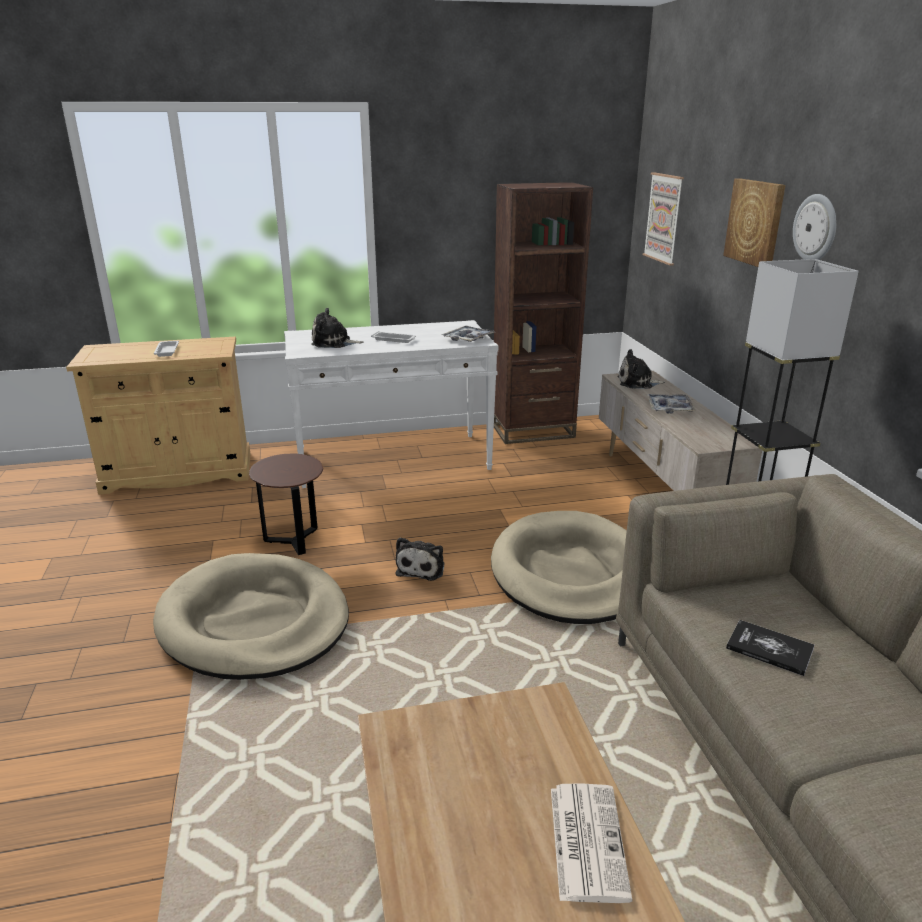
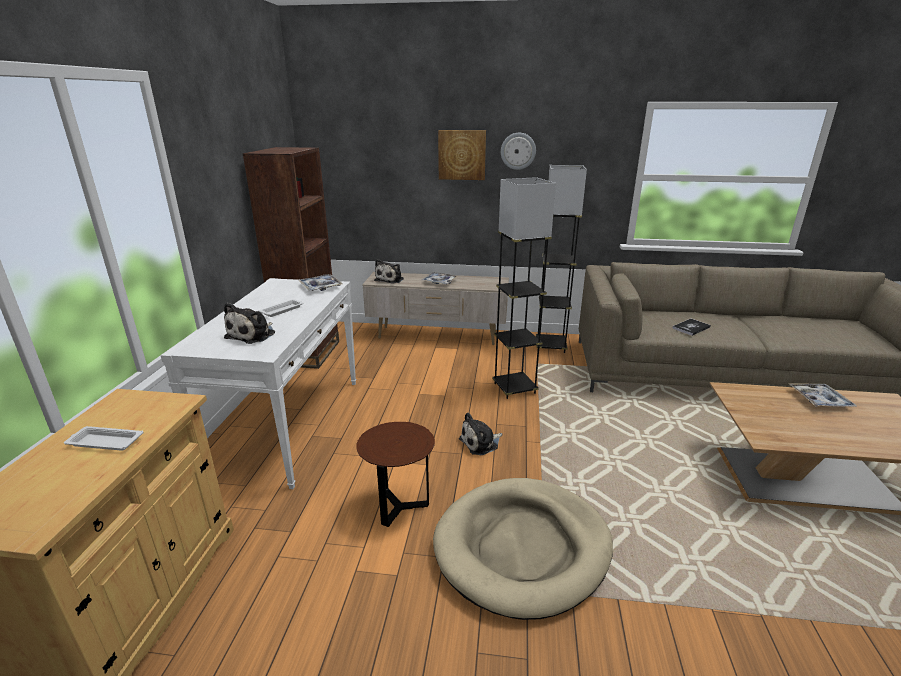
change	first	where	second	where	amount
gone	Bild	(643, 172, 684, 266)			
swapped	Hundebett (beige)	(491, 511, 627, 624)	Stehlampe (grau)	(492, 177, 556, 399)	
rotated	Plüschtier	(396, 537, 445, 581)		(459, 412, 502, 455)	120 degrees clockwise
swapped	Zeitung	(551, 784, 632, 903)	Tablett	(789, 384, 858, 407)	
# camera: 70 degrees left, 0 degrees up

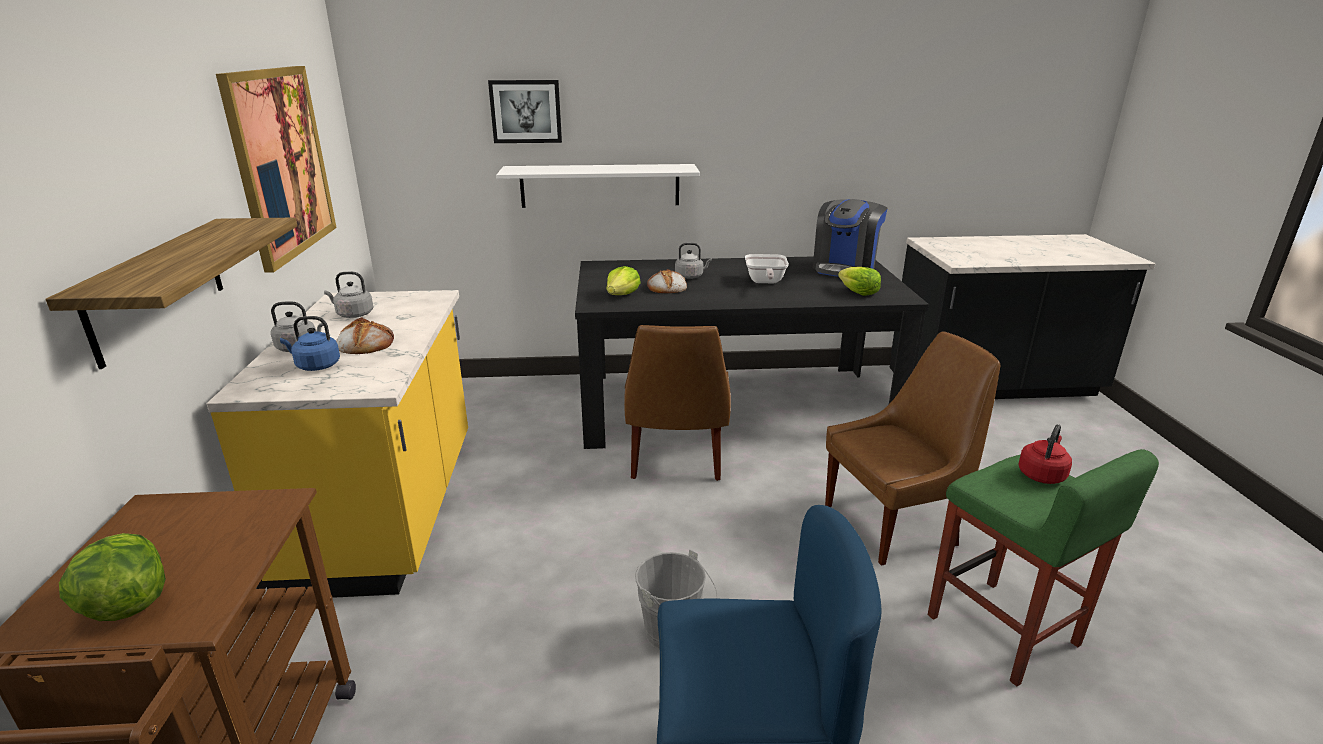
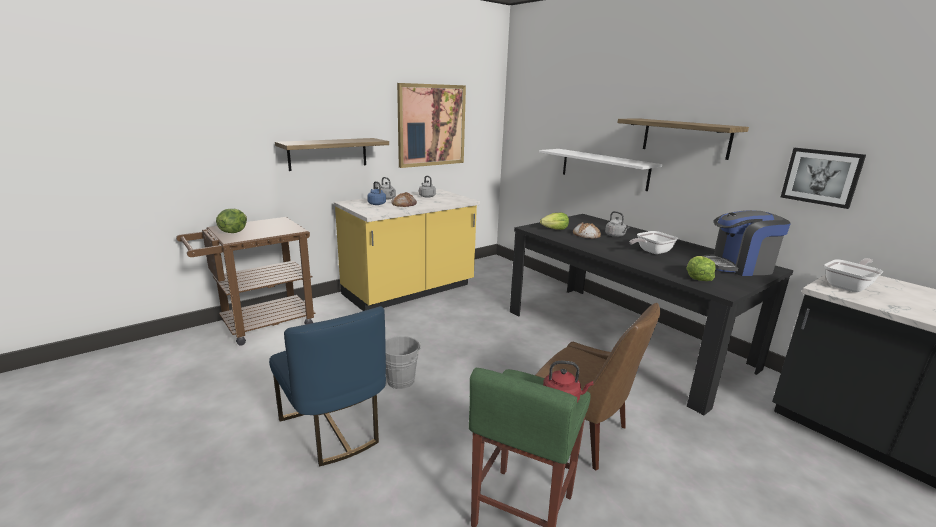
change	first	where	second	where	amount
shifted	Bild	(488, 80, 562, 143)		(781, 148, 866, 209)	
gone	Stuhl (braun)	(624, 325, 731, 481)			
new			Wandregal	(618, 118, 749, 160)	
new			Pfanne	(824, 258, 883, 292)	
# camera: 55 degrees right, 5 degrees down

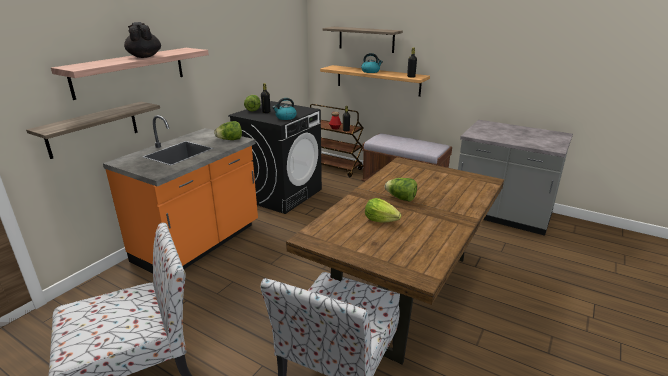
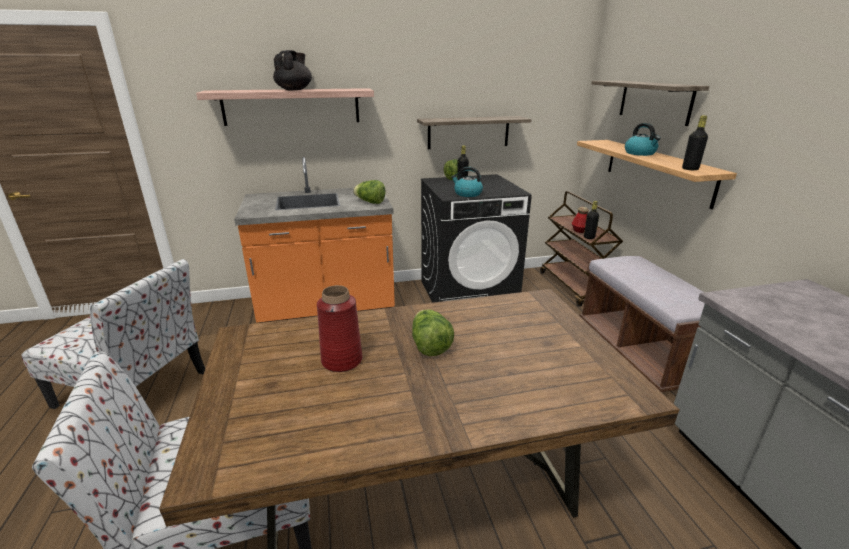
change	first	where	second	where	amount
shifted	Wandregal	(26, 102, 160, 159)		(417, 116, 532, 149)	
swapped	Salatkopf	(365, 198, 401, 223)	Vase (rot)	(317, 285, 362, 372)	
# camera: 45 degrees right, 0 degrees up

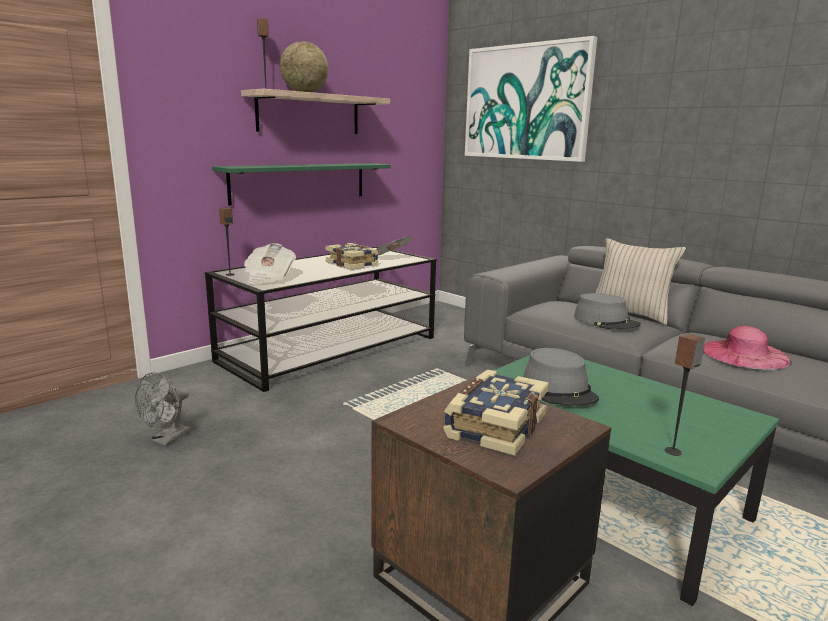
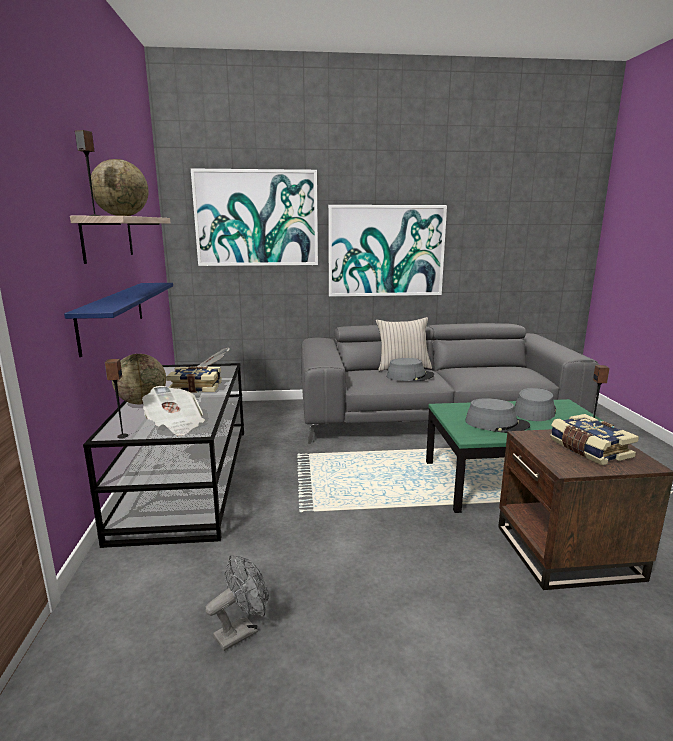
change	first	where	second	where	amount
repainted	Wandregal (grün)	(212, 163, 391, 206)	Wandregal (blau)	(64, 283, 173, 357)	
gone	Hut (rosa)	(703, 326, 792, 370)			
rotated	Ventilator (grau)	(134, 372, 191, 446)		(205, 555, 269, 651)	105 degrees counterclockwise
new			Bild	(328, 205, 447, 296)	
new			Globus	(112, 354, 166, 404)	
new			Hut (grau)	(514, 388, 556, 421)	
# camera: 50 degrees left, 0 degrees up

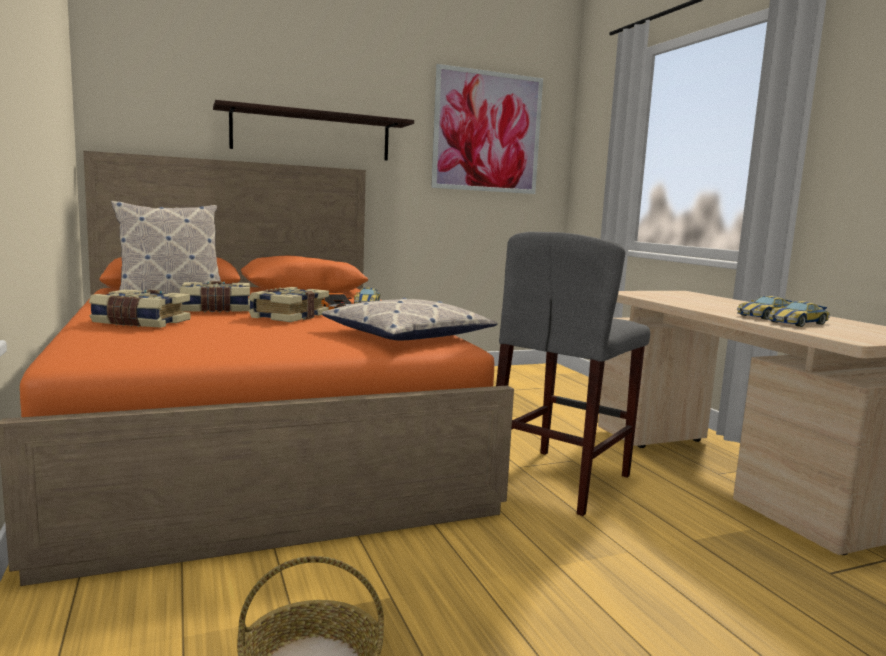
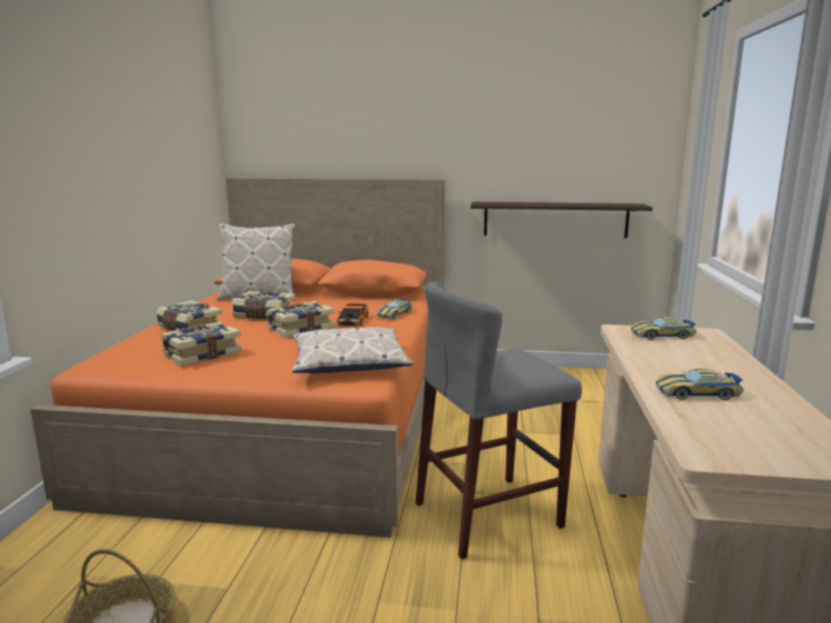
change	first	where	second	where	amount
gone	Bild	(431, 64, 543, 194)			
shifted	Wandregal	(213, 100, 414, 161)		(471, 202, 653, 238)	
shifted	Spielzeugauto	(768, 301, 830, 327)		(631, 317, 697, 340)	
new			Buch	(161, 322, 242, 366)	
# camera: 30 degrees right, 5 degrees up

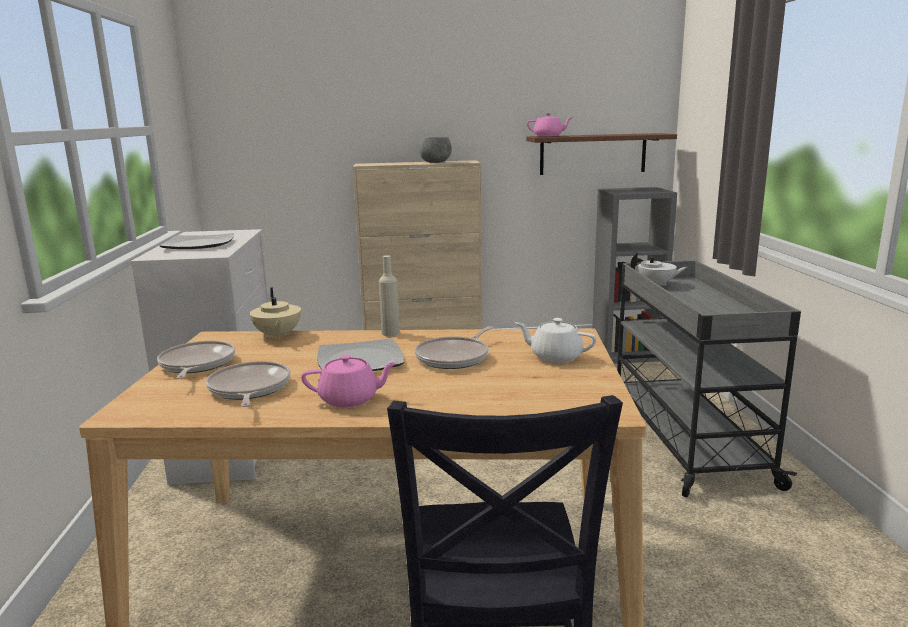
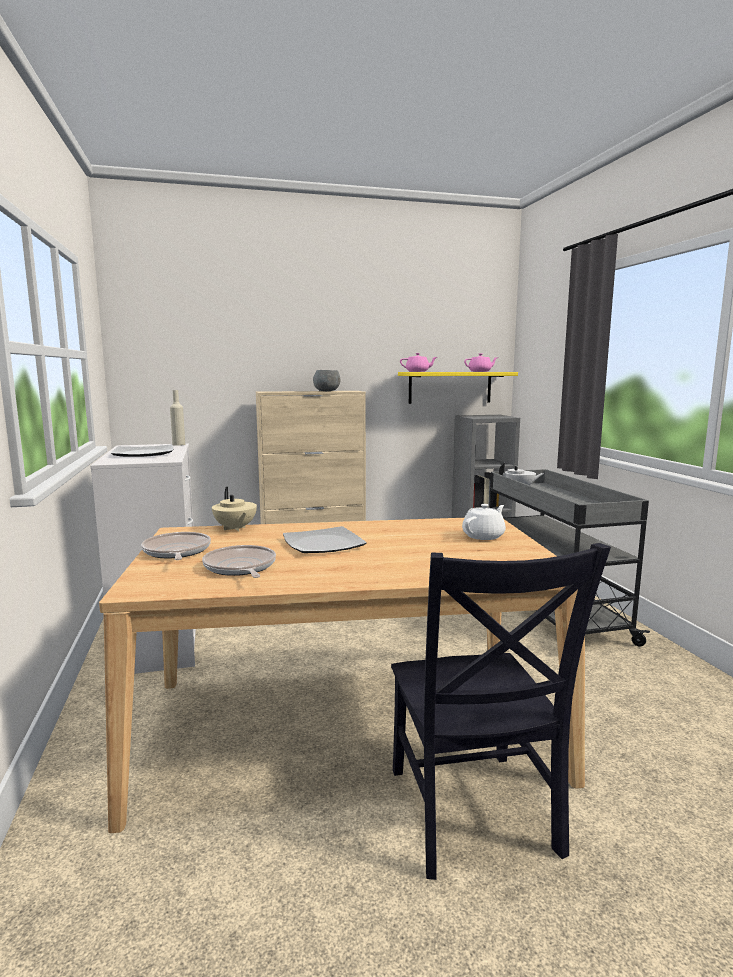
change	first	where	second	where	amount
repainted	Wandregal (braun)	(526, 133, 677, 175)	Wandregal (gelb)	(398, 372, 518, 404)	
shifted	Flasche (beige)	(379, 255, 400, 336)		(170, 390, 185, 446)	
rotated	Teekanne (weiß)	(515, 318, 596, 363)		(462, 504, 506, 540)	120 degrees clockwise
gone	Pfanne	(415, 326, 493, 369)			
shifted	Teekanne (rosa)	(301, 355, 398, 407)		(464, 353, 498, 372)	
# camera: 10 degrees left, 5 degrees down

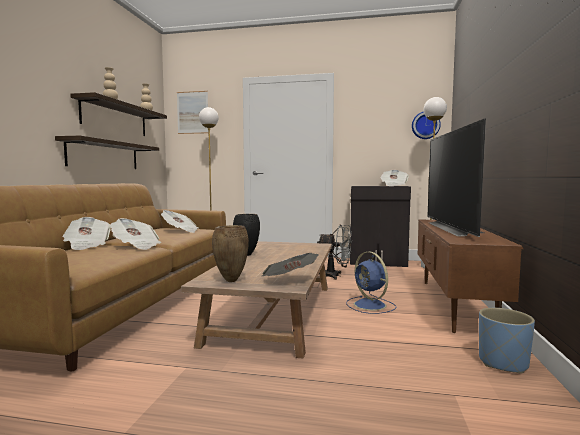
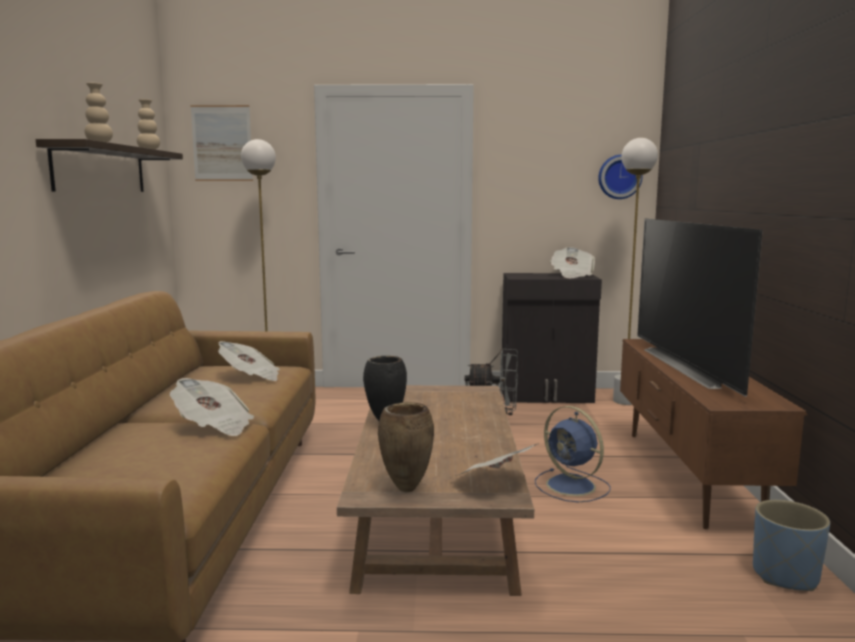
change	first	where	second	where	amount
gone	Wandregal	(55, 135, 159, 169)			
gone	Zeitung	(62, 217, 111, 250)			
# camera: 10 degrees left, 5 degrees up

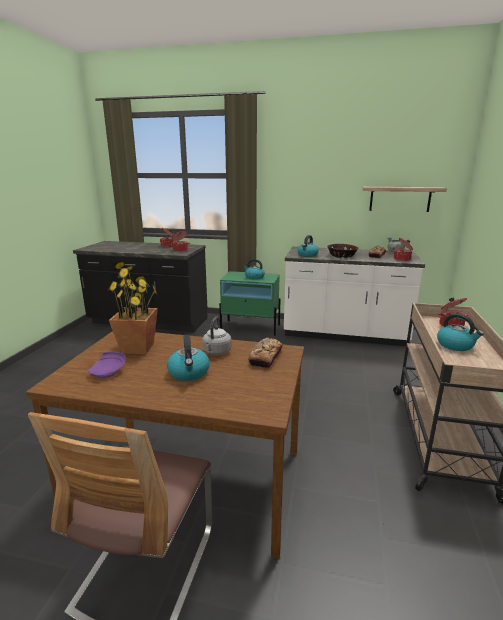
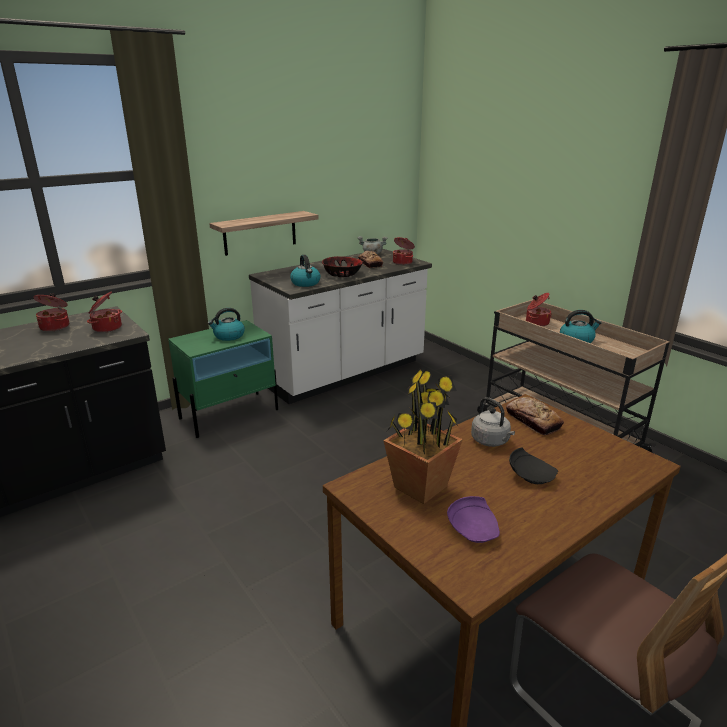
change	first	where	second	where	amount
shifted	Wandregal	(362, 187, 447, 212)		(209, 211, 319, 256)	
swapped	Wasserkessel	(167, 334, 210, 381)	Teller (schwarz)	(509, 447, 558, 484)	
# camera: 50 degrees left, 5 degrees up

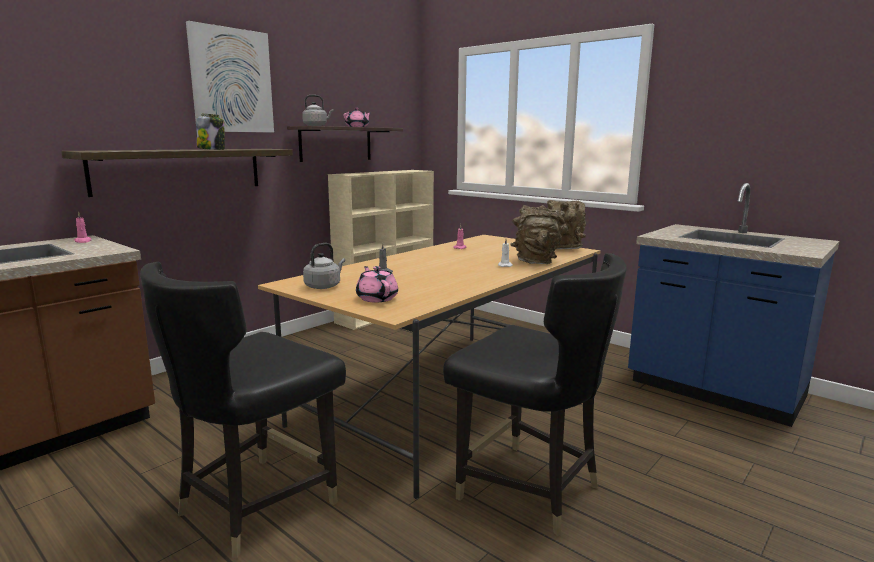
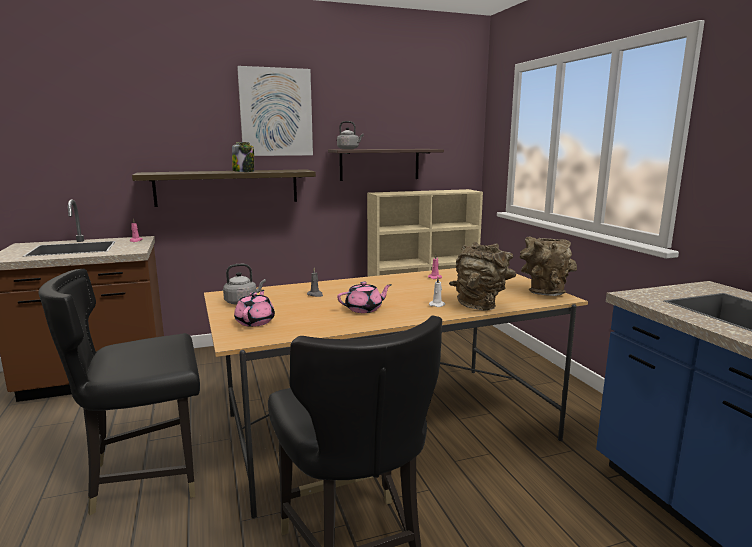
change	first	where	second	where	amount
shifted	Teekanne (rosa)	(343, 108, 370, 127)		(337, 281, 392, 313)	
# camera: 30 degrees right, 0 degrees up

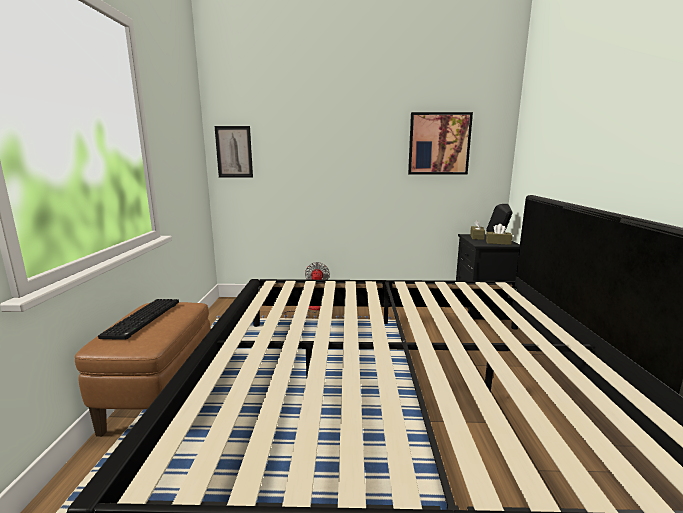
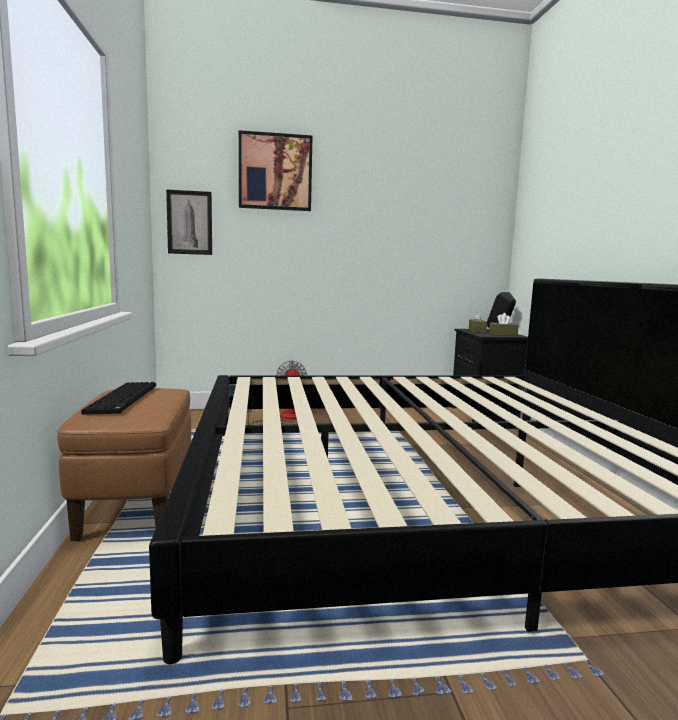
change	first	where	second	where	amount
shifted	Bild	(408, 112, 473, 175)		(239, 130, 312, 211)	
# camera: 10 degrees left, 5 degrees down

